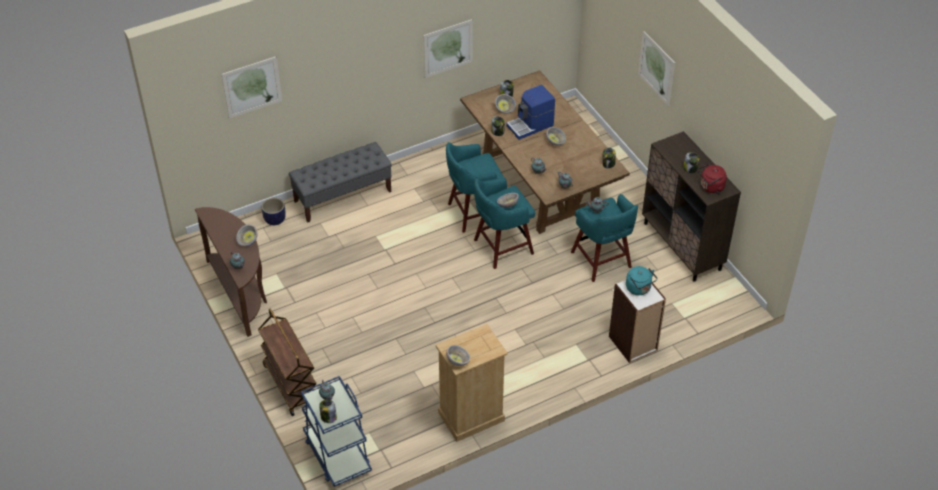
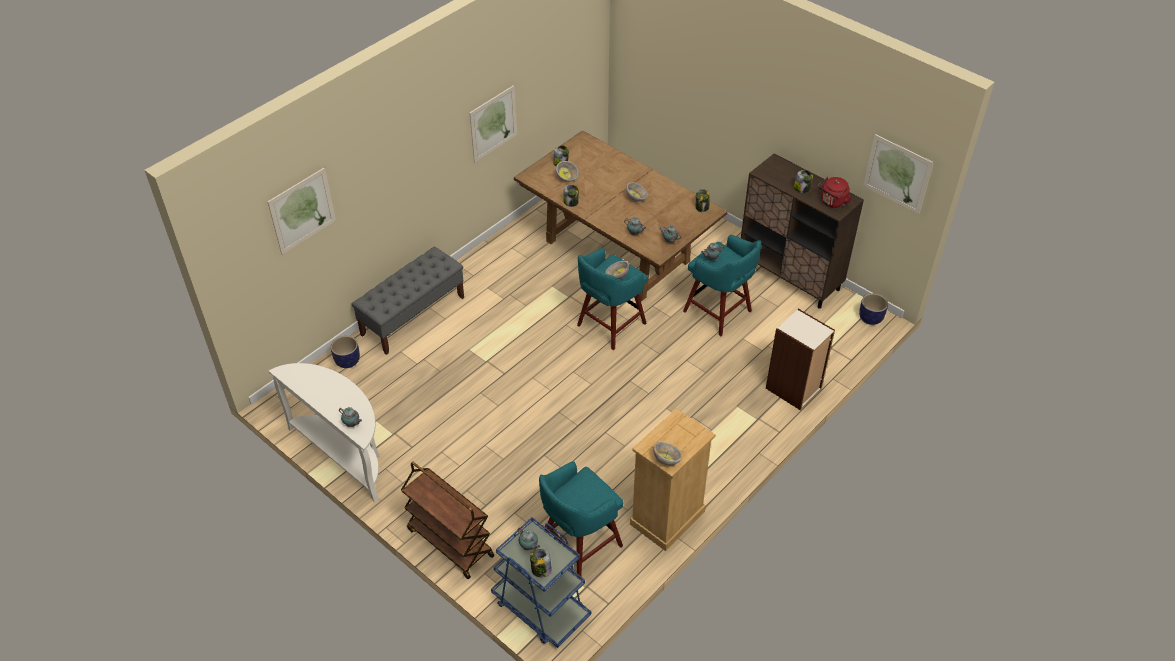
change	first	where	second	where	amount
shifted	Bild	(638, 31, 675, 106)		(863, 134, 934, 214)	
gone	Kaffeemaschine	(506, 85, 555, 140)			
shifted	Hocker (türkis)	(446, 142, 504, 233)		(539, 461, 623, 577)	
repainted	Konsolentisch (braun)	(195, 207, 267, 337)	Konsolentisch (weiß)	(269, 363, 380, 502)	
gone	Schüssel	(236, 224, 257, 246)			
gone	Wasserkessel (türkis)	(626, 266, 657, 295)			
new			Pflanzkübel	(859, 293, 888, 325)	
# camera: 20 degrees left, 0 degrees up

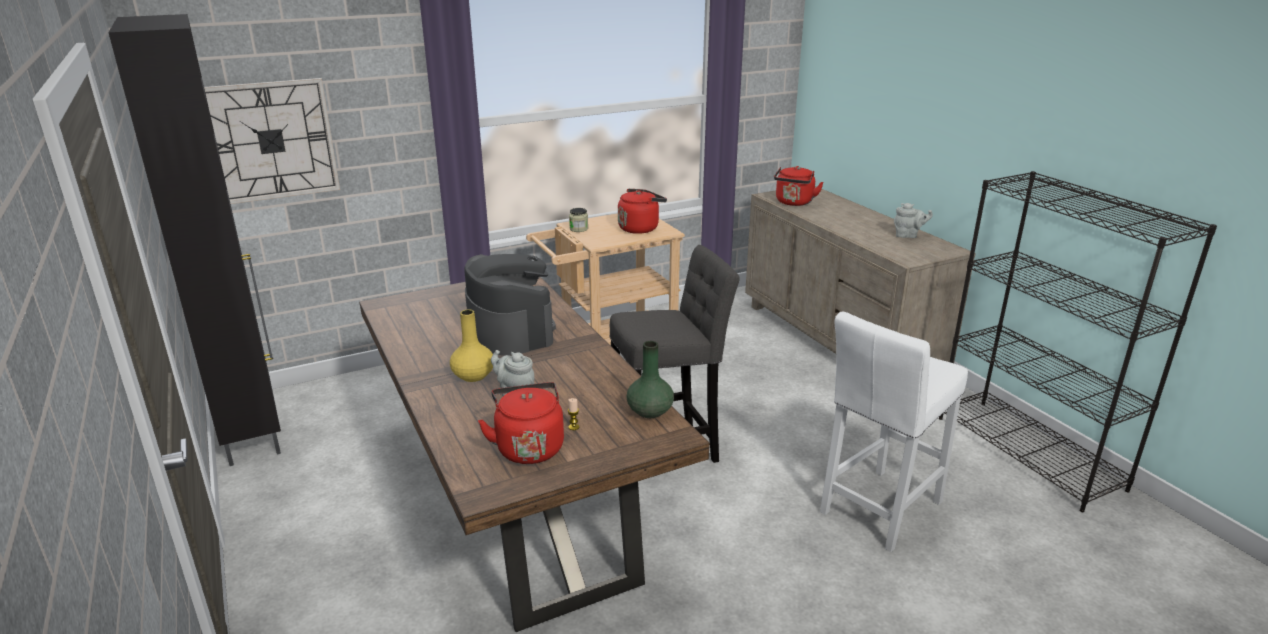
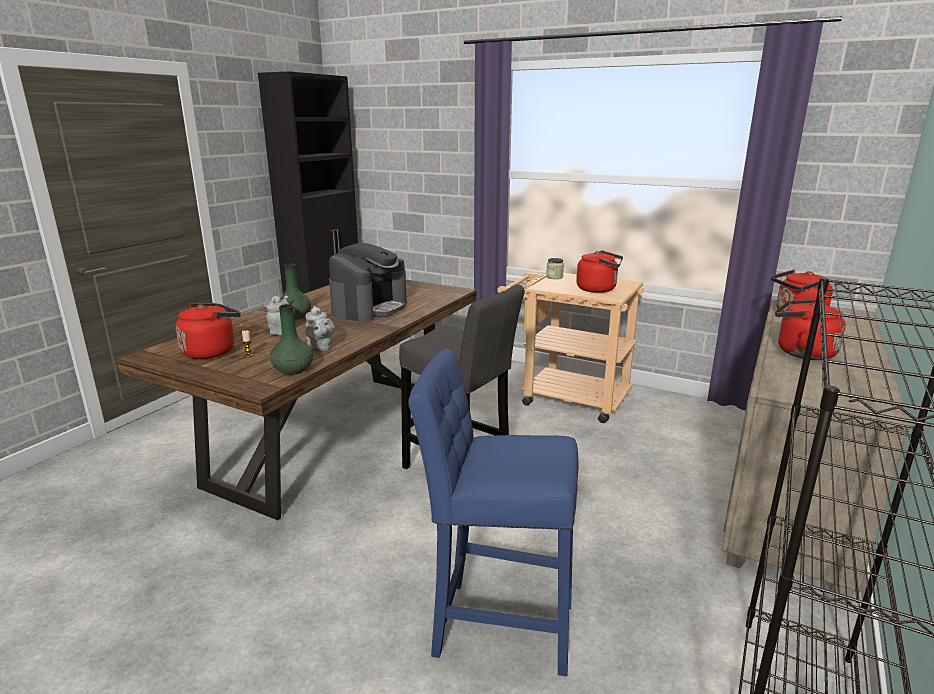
change	first	where	second	where	amount
gone	Wanduhr	(204, 78, 340, 204)			
shifted	Teekanne (grau)	(894, 203, 933, 238)		(305, 306, 334, 351)	
repainted	Vase (gelb)	(450, 309, 493, 382)	Vase (grün)	(280, 264, 311, 319)	
repainted	Hocker (weiß)	(820, 312, 968, 552)	Hocker (blau)	(408, 348, 579, 676)	
new			Wasserkessel (rot)	(775, 300, 846, 360)	
# camera: 55 degrees right, 5 degrees down

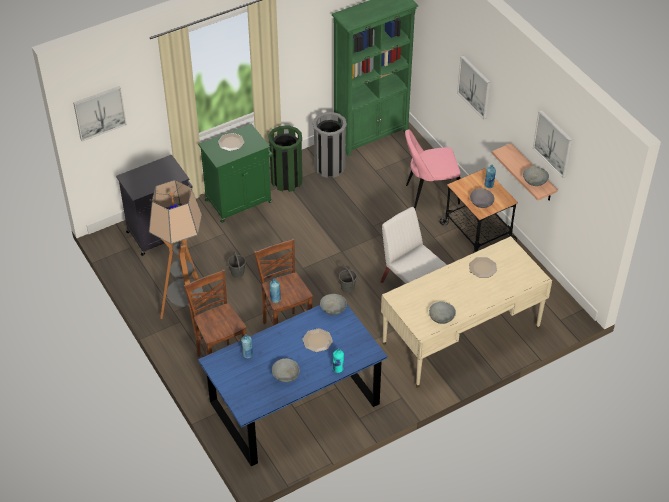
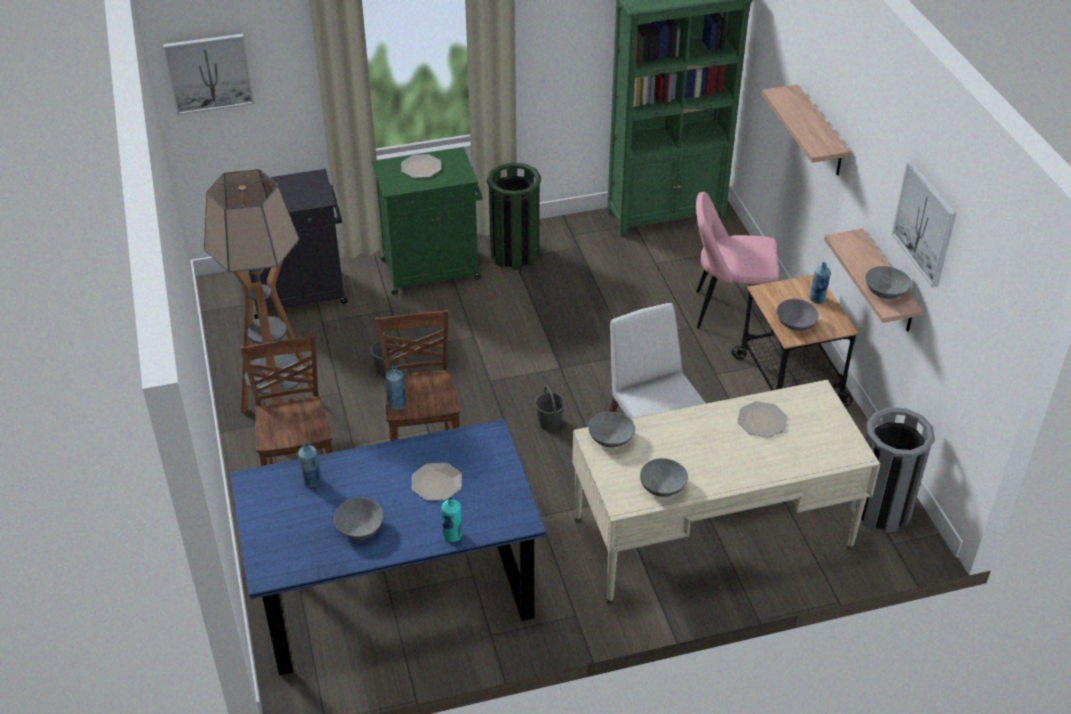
change	first	where	second	where	amount
swapped	Bild	(457, 56, 491, 119)	Wandregal	(762, 84, 850, 176)	
shifted	Mülleimer (grau)	(313, 112, 347, 178)		(851, 407, 935, 533)	
shifted	Schüssel (grau)	(320, 294, 347, 315)		(588, 412, 635, 448)	
# camera: 15 degrees right, 5 degrees down

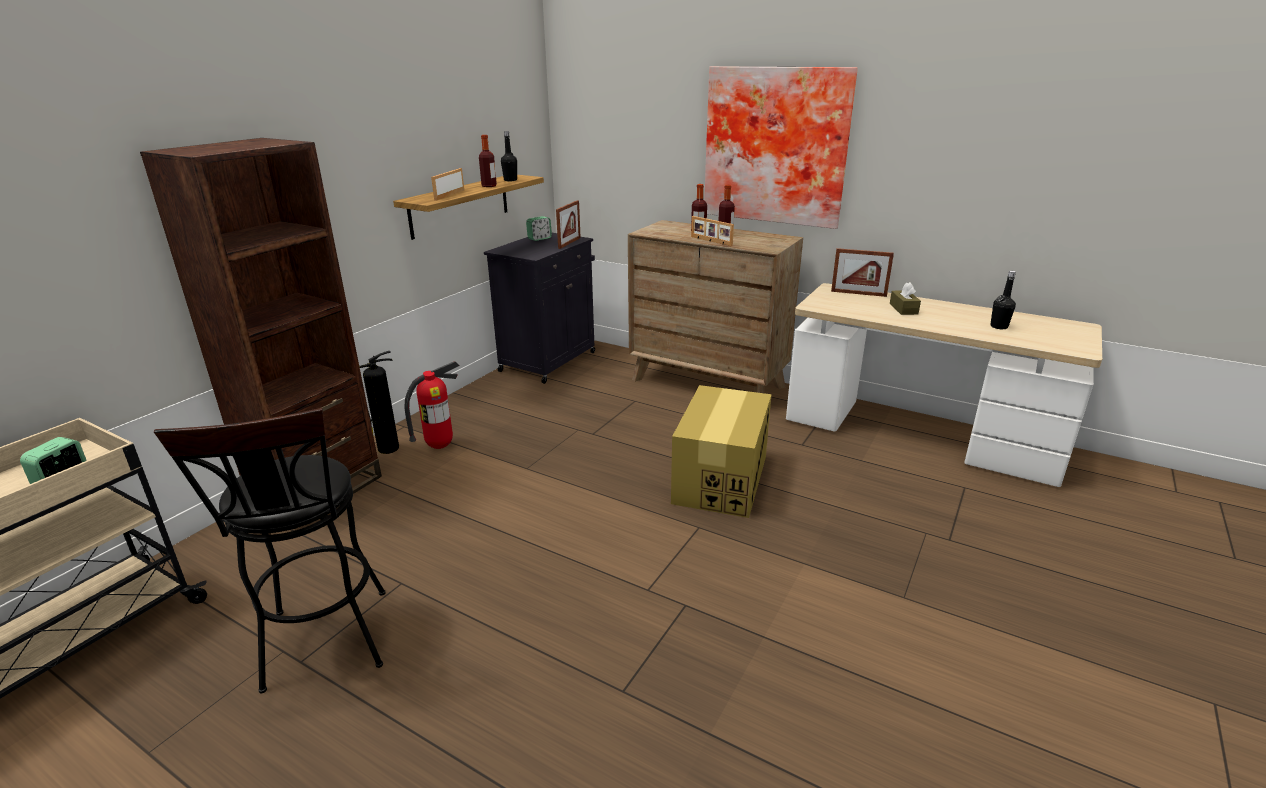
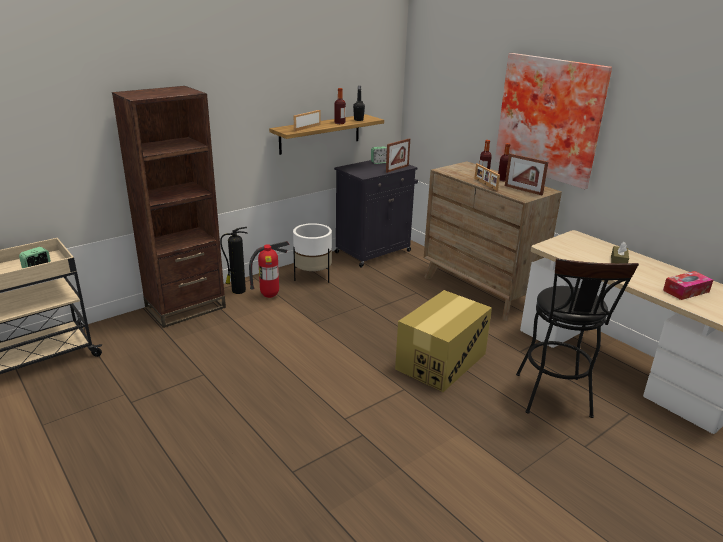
change	first	where	second	where	amount
shifted	Bilderrahmen	(831, 248, 894, 297)		(505, 153, 548, 195)	
swapped	Flasche (schwarz)	(990, 271, 1016, 329)	Taschentuchbox	(663, 271, 713, 300)	
shifted	Hocker (schwarz)	(154, 408, 386, 693)		(516, 258, 639, 418)	
new			Pflanzkübel (weiß)	(293, 223, 332, 283)	
# camera: 20 degrees right, 0 degrees up

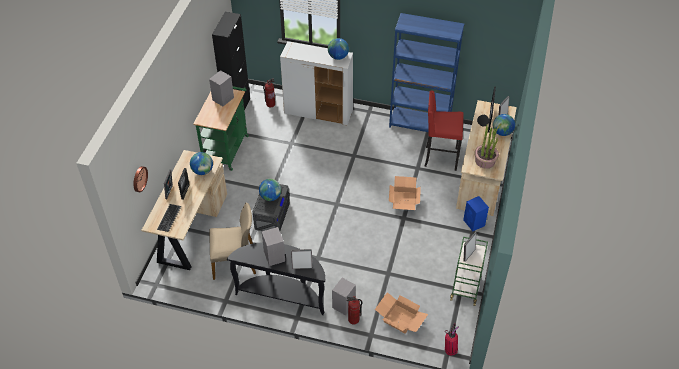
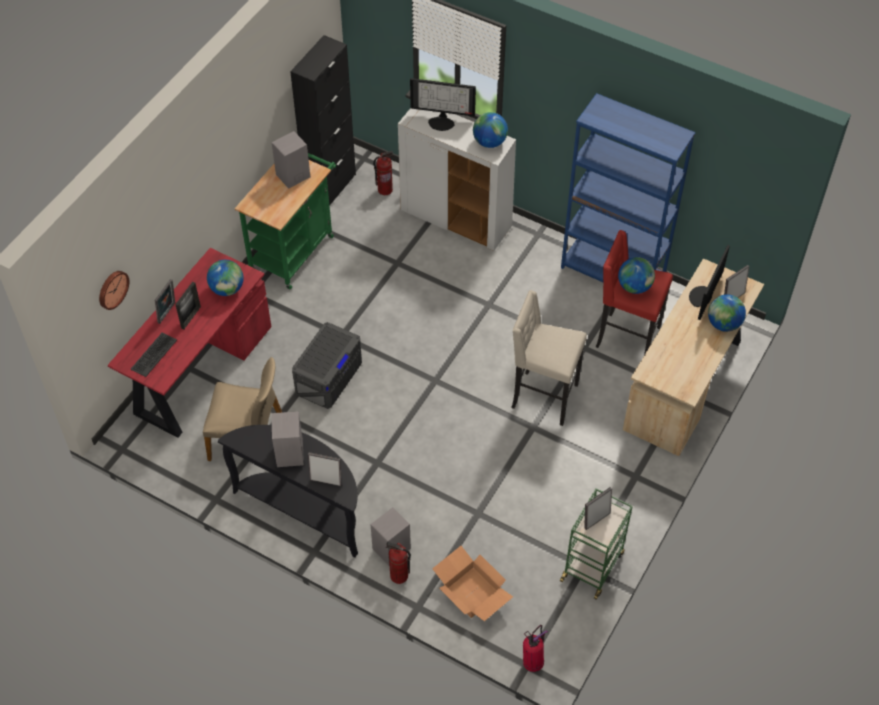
change	first	where	second	where	amount
gone	Topfpflanze	(474, 123, 502, 169)			
repainted	Schreibtisch (beige)	(141, 150, 227, 270)	Schreibtisch (rot)	(108, 248, 271, 438)	
swapped	Karton	(389, 176, 421, 210)	Hocker (beige)	(512, 290, 587, 426)	
shifted	Globus	(259, 179, 281, 201)		(618, 257, 655, 294)	
gone	Lautsprecher (blau)	(463, 196, 489, 231)			
new			Monitor	(410, 78, 476, 131)	
# camera: 15 degrees right, 5 degrees up

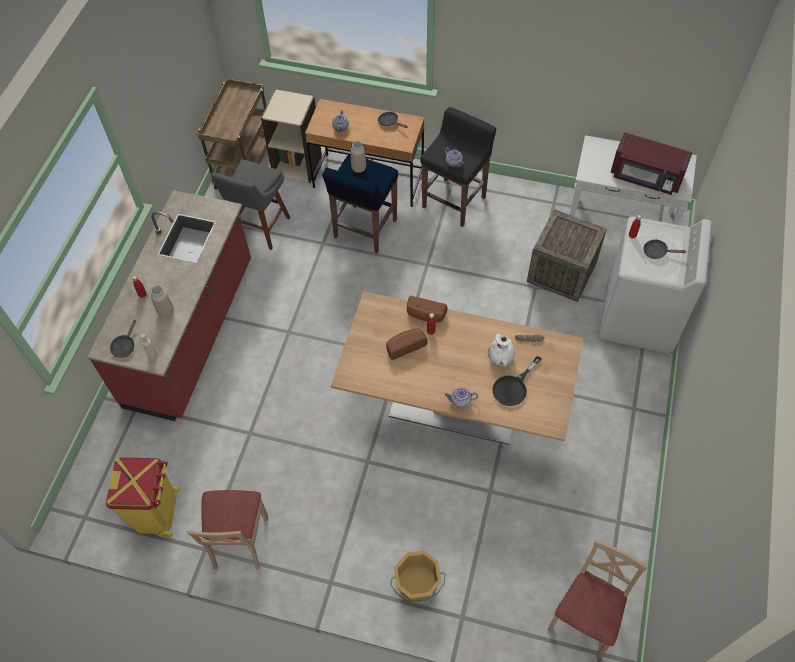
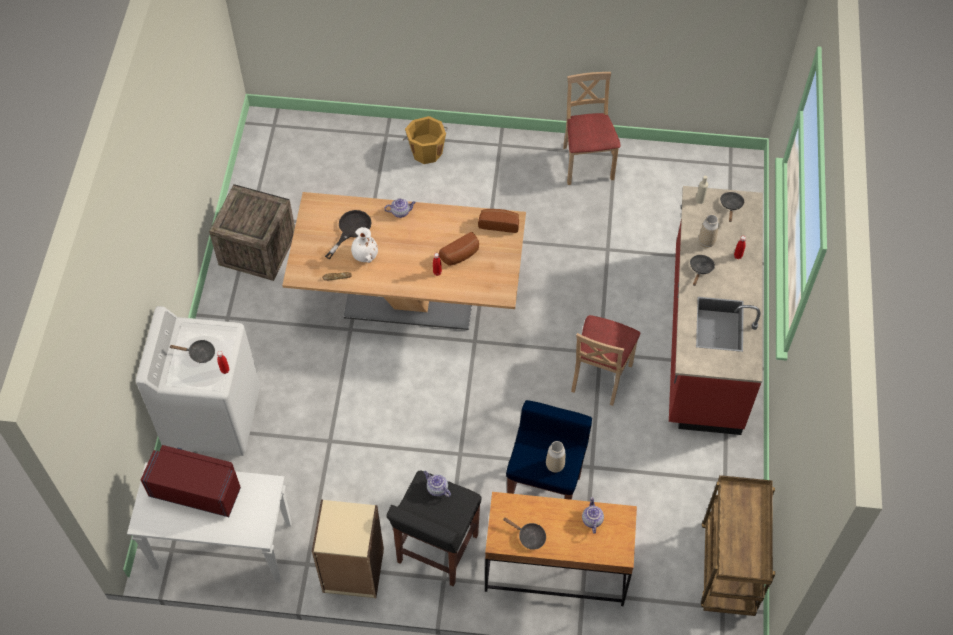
change	first	where	second	where	amount
shifted	Bücherregal (beige)	(261, 89, 322, 183)		(312, 500, 384, 598)	
gone	Hocker (grau)	(211, 159, 290, 250)			
shifted	Kiste	(527, 209, 607, 302)		(209, 184, 295, 281)	
shifted	Brot	(407, 296, 448, 322)		(478, 209, 519, 233)	
gone	Mülleimer (gelb)	(106, 457, 180, 538)			
shifted	Stuhl (beige)	(547, 540, 648, 658)		(571, 315, 640, 406)	
new			Pfanne (schwarz)	(690, 255, 715, 286)	
# camera: 170 degrees right, 0 degrees up

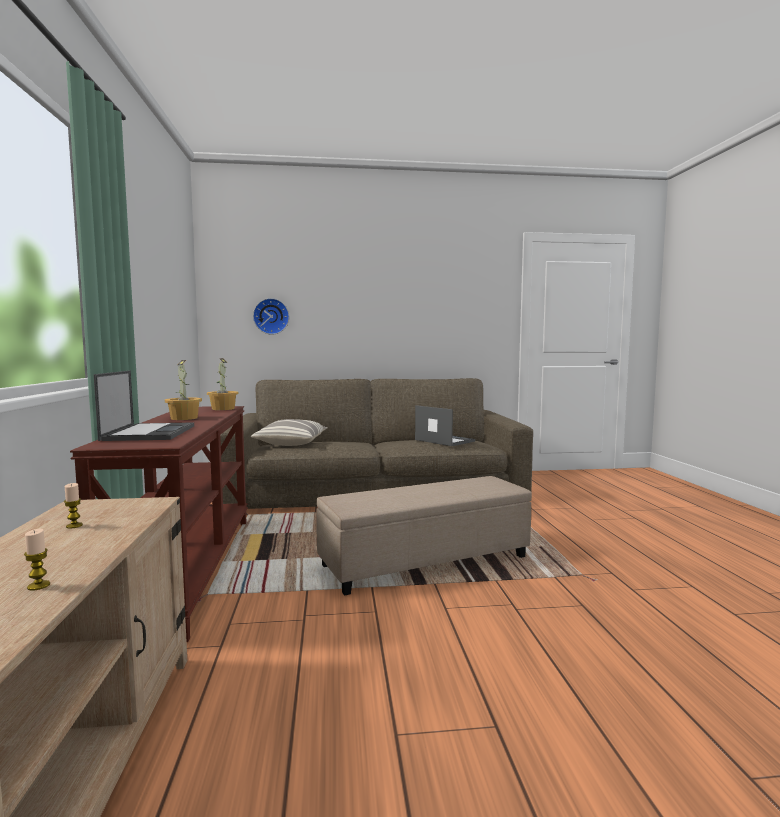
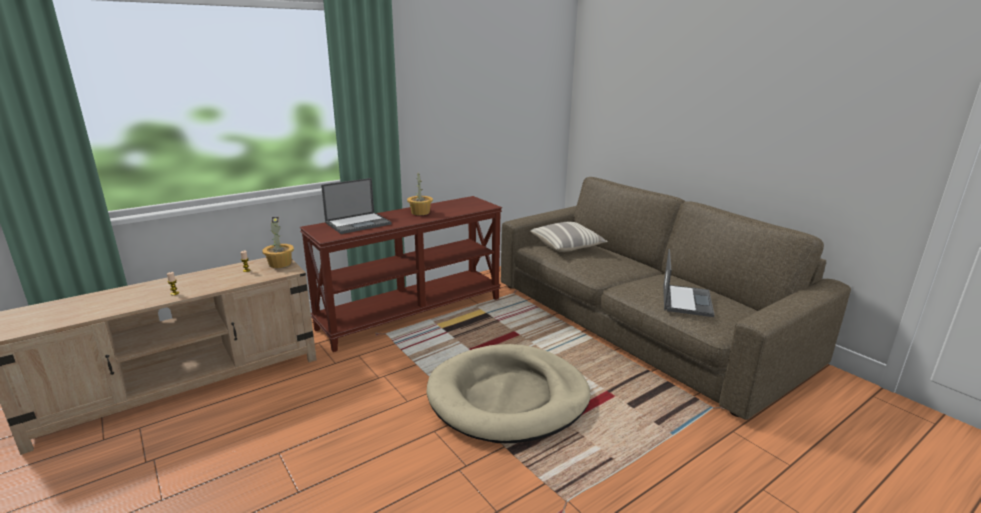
change	first	where	second	where	amount
gone	Wanduhr	(253, 298, 289, 335)			
shifted	Topfpflanze	(207, 358, 238, 410)		(262, 217, 294, 268)	
swapped	Polsterhocker (beige)	(316, 476, 532, 596)	Hundebett (beige)	(426, 344, 590, 443)	
# camera: 60 degrees right, 15 degrees up

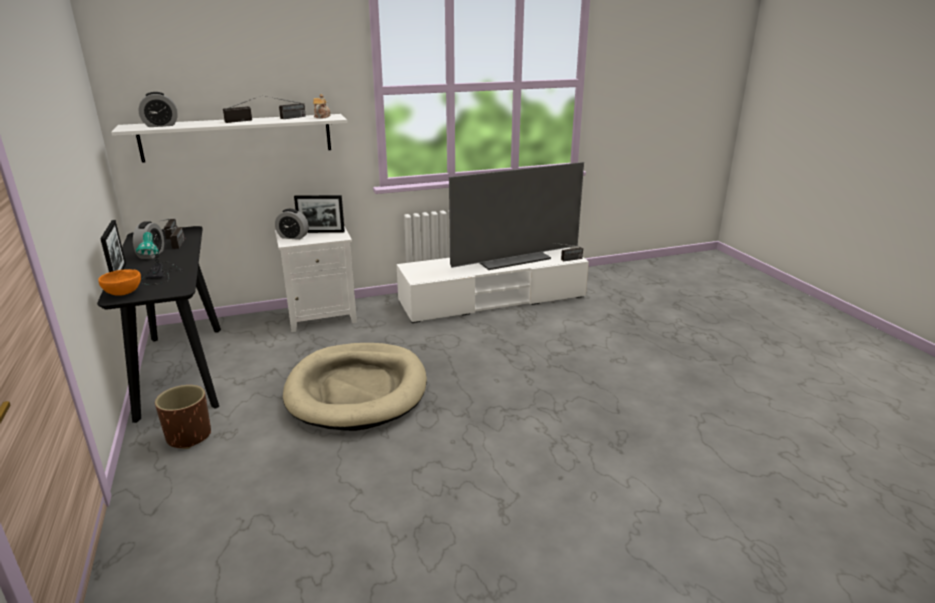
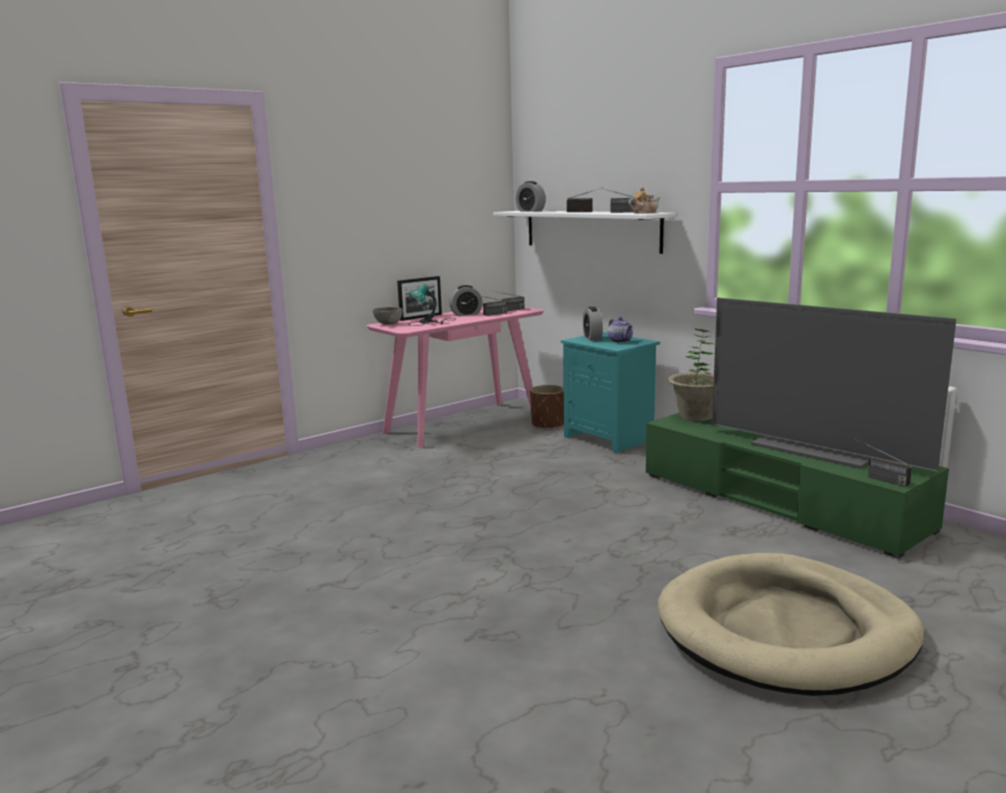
change	first	where	second	where	amount
swapped	Bilderrahmen	(294, 195, 345, 233)	Teekanne	(608, 317, 633, 343)	
repainted	Konsolentisch (schwarz)	(97, 226, 221, 423)	Konsolentisch (rosa)	(366, 307, 544, 448)	
repainted	Nachttisch (weiß)	(275, 226, 357, 332)	Nachttisch (türkis)	(561, 332, 660, 454)	
repainted	Fernsehschrank (weiß)	(396, 248, 589, 323)	Fernsehschrank (grün)	(646, 413, 949, 558)	
repainted	Schüssel (orange)	(98, 269, 141, 296)	Schüssel (grau)	(373, 307, 402, 325)	
shifted	Hundebett (beige)	(283, 343, 427, 431)		(658, 553, 924, 696)	
shifted	Pflanzkübel (braun)	(155, 385, 211, 449)		(530, 385, 564, 428)	
new			Topfpflanze	(668, 329, 714, 421)	
# camera: 70 degrees right, 10 degrees down

